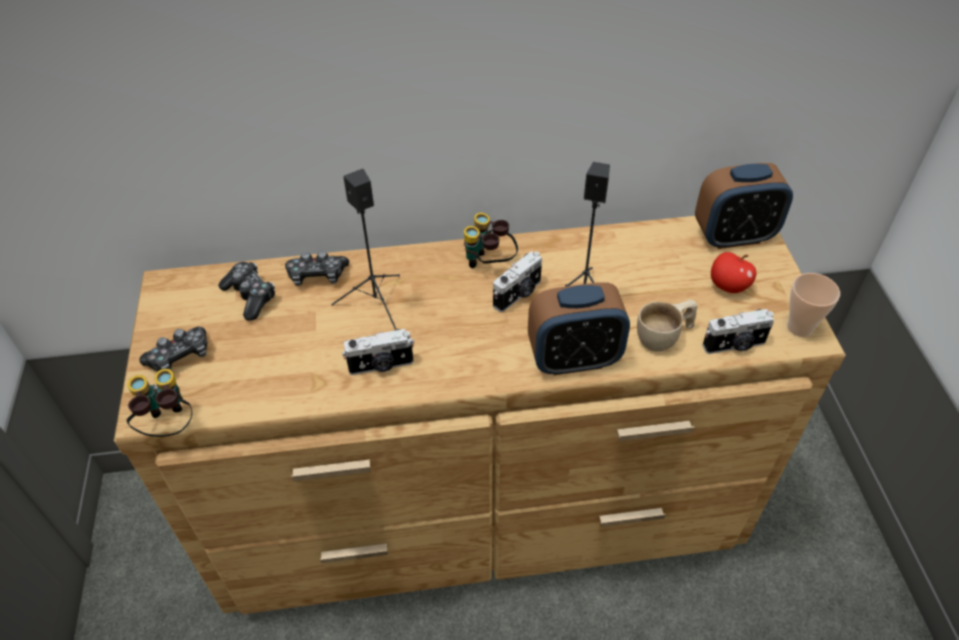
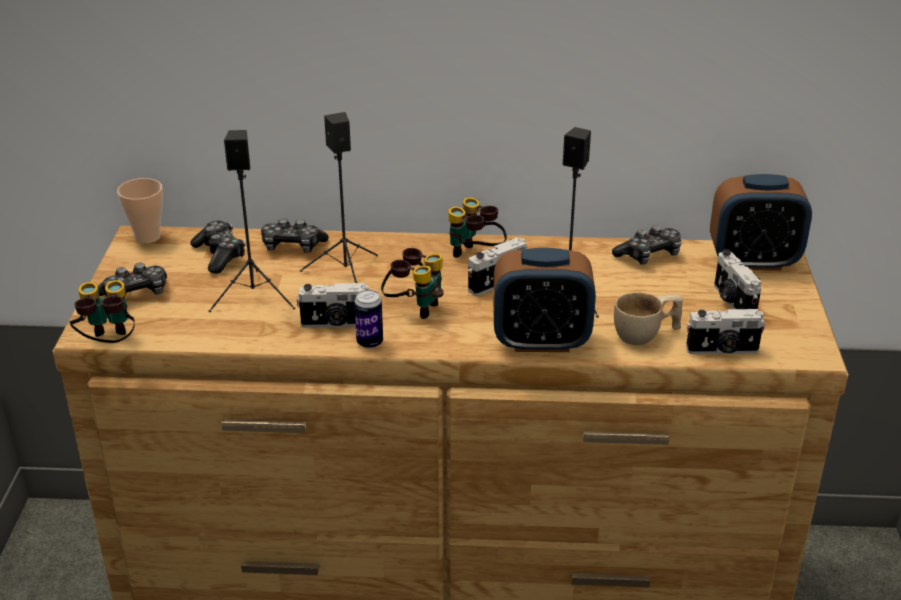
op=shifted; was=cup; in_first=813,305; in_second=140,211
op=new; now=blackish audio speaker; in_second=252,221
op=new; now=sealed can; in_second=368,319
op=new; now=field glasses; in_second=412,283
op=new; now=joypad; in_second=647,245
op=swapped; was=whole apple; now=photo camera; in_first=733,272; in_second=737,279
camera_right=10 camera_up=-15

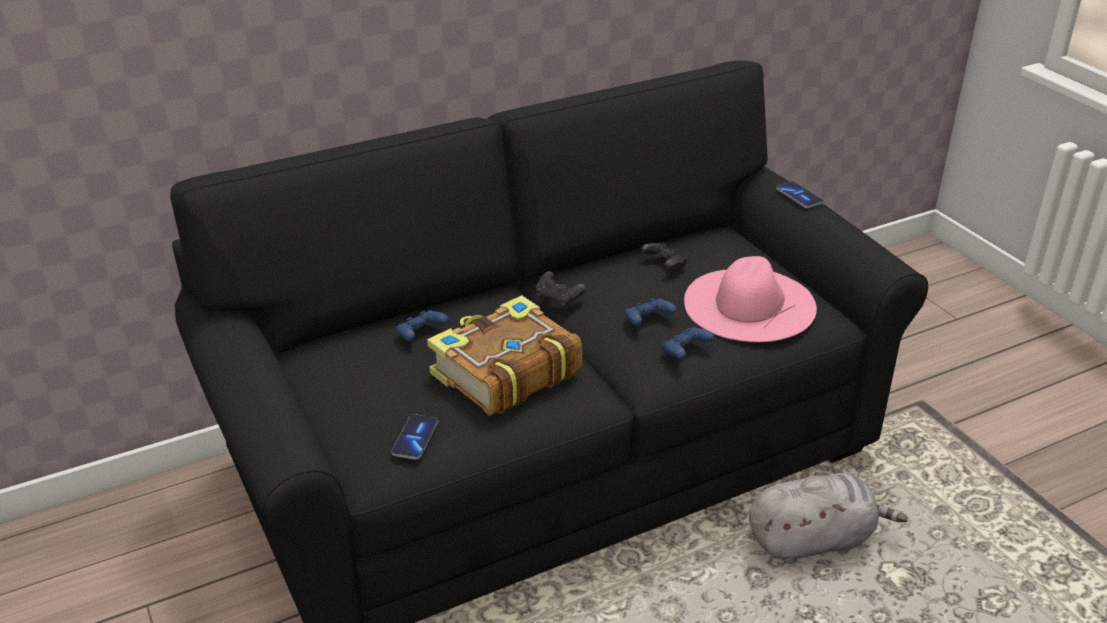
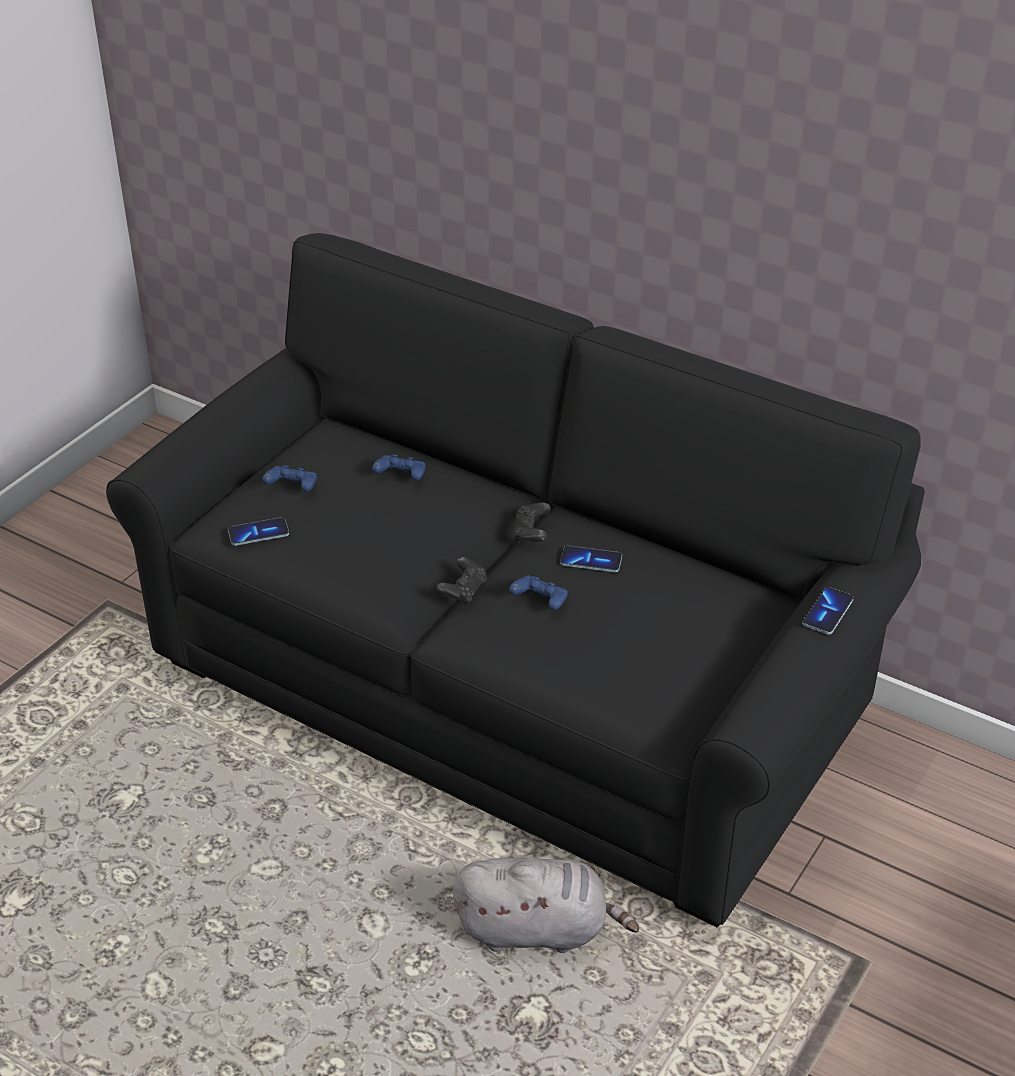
op=shifted; was=blue-coloured joypad; in_first=688,343; in_second=289,478
op=shifted; was=blackish joypad; in_first=664,256; in_second=461,581
op=rotated; was=gray plush toy; in_first=828,518; in_second=546,905; clockwise=-45
op=new; now=handset; in_second=591,559
op=gone; was=volume; in_first=504,355
op=gone; was=pink-coloured wearable hat; in_first=750,299
camera_right=60 camera_up=5

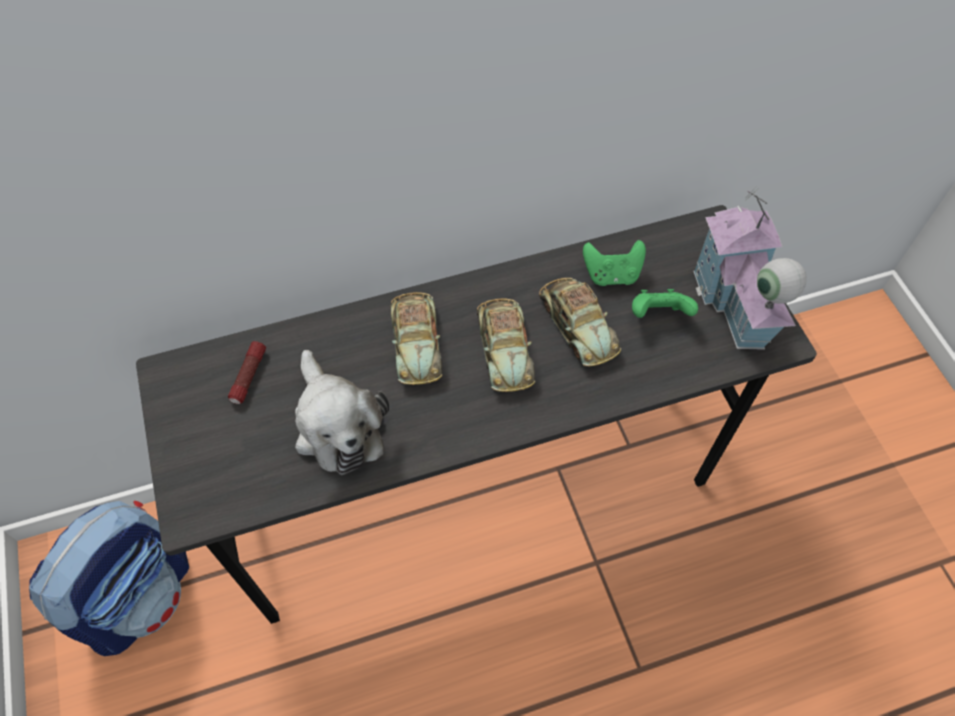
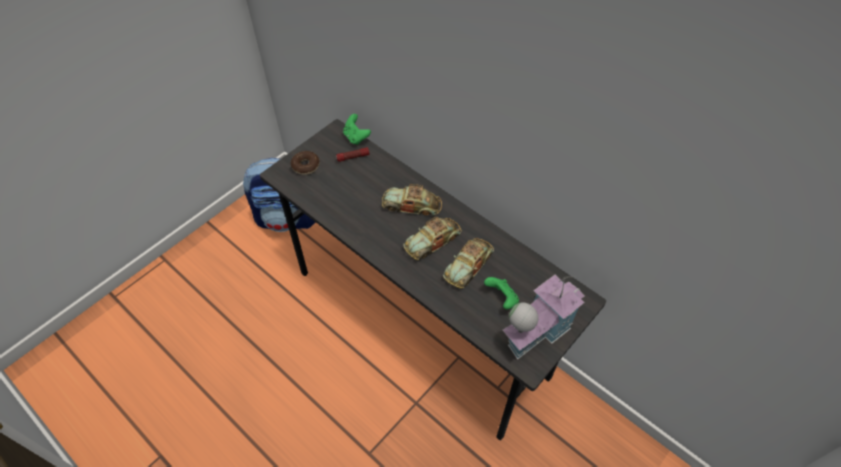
op=new; now=ring doughnut; in_second=305,163
op=shifted; was=greenish joypad; in_first=614,263; in_second=357,129
op=rotated; was=miniature car; in_first=416,338; in_second=412,200; clockwise=45
op=gone; was=plush toy; in_first=342,412
camera_right=60 camera_up=-5

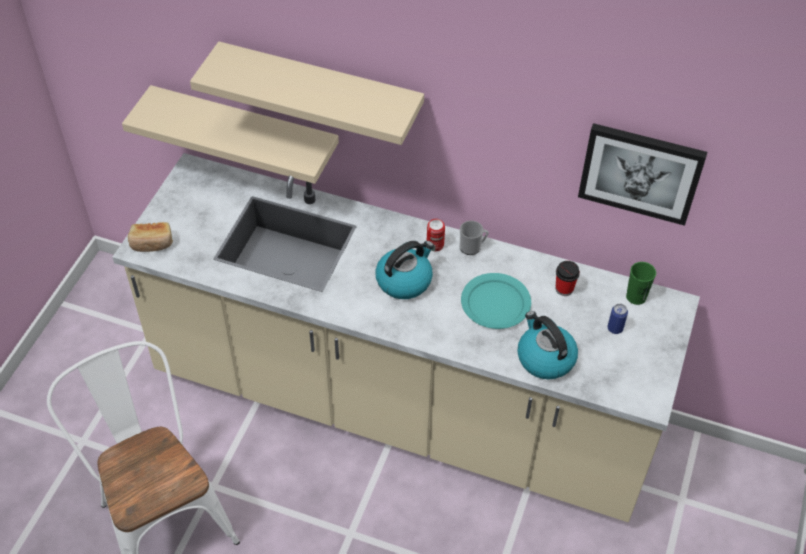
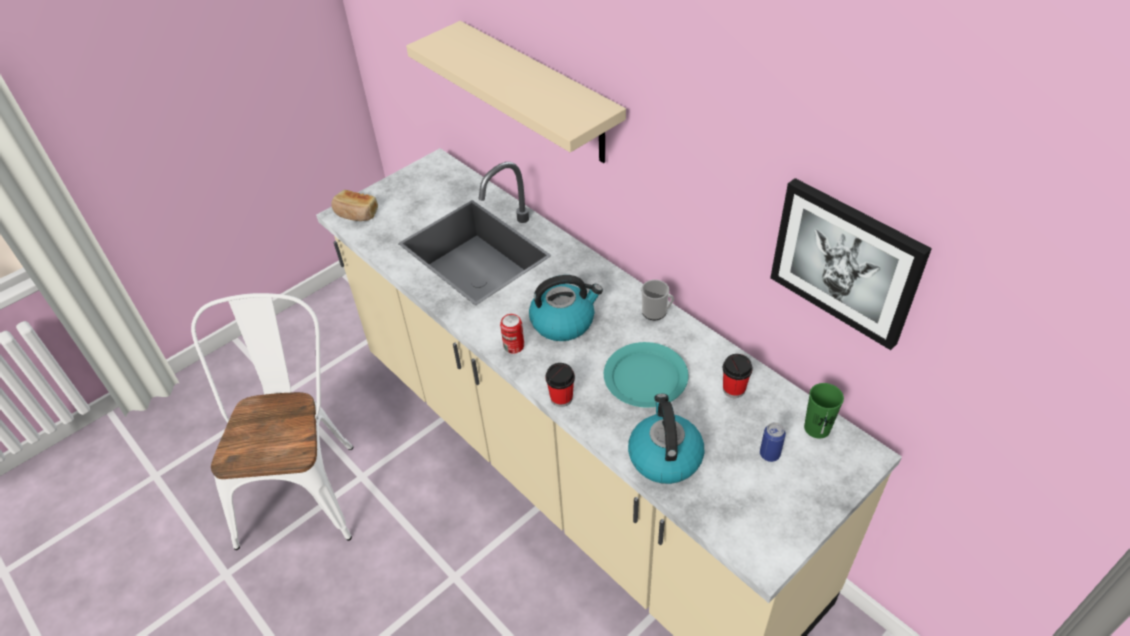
op=shifted; was=sealed can; in_first=436,235; in_second=512,334
op=new; now=cup; in_second=560,385
op=gone; was=beige-coloured shelf; in_first=230,134
camera_right=30 camera_up=-5

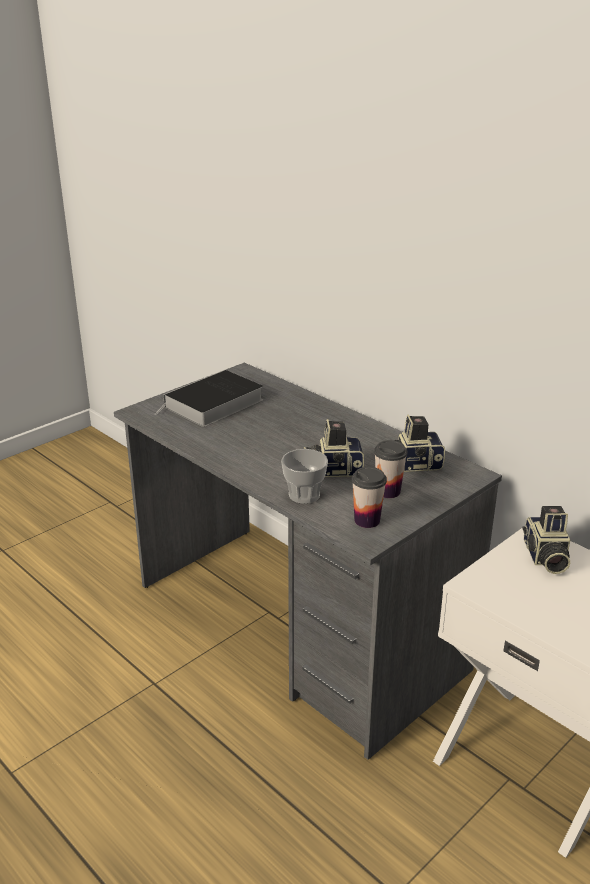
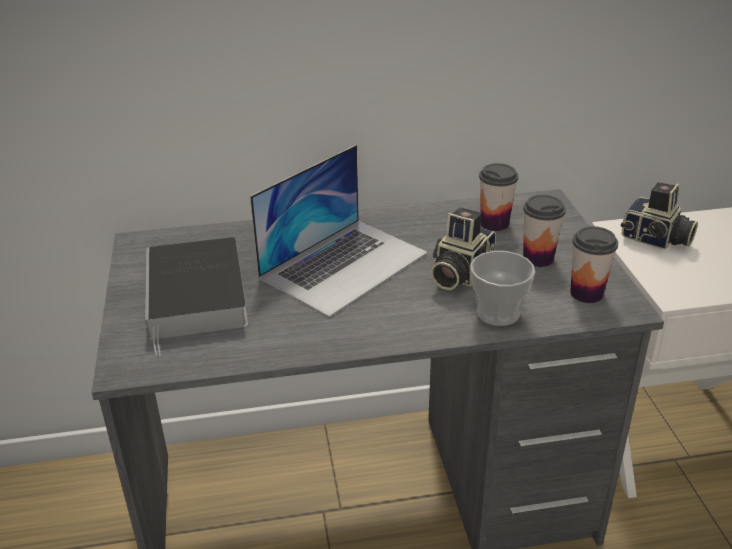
op=new; now=notebook computer; in_second=339,231
op=swapped; was=photo camera; now=cup; in_first=419,443; in_second=498,197
camera_right=-55 camera_up=5

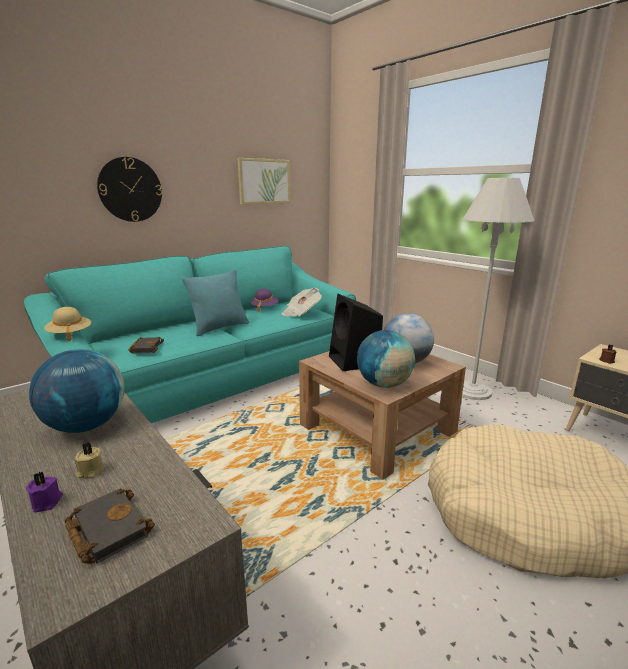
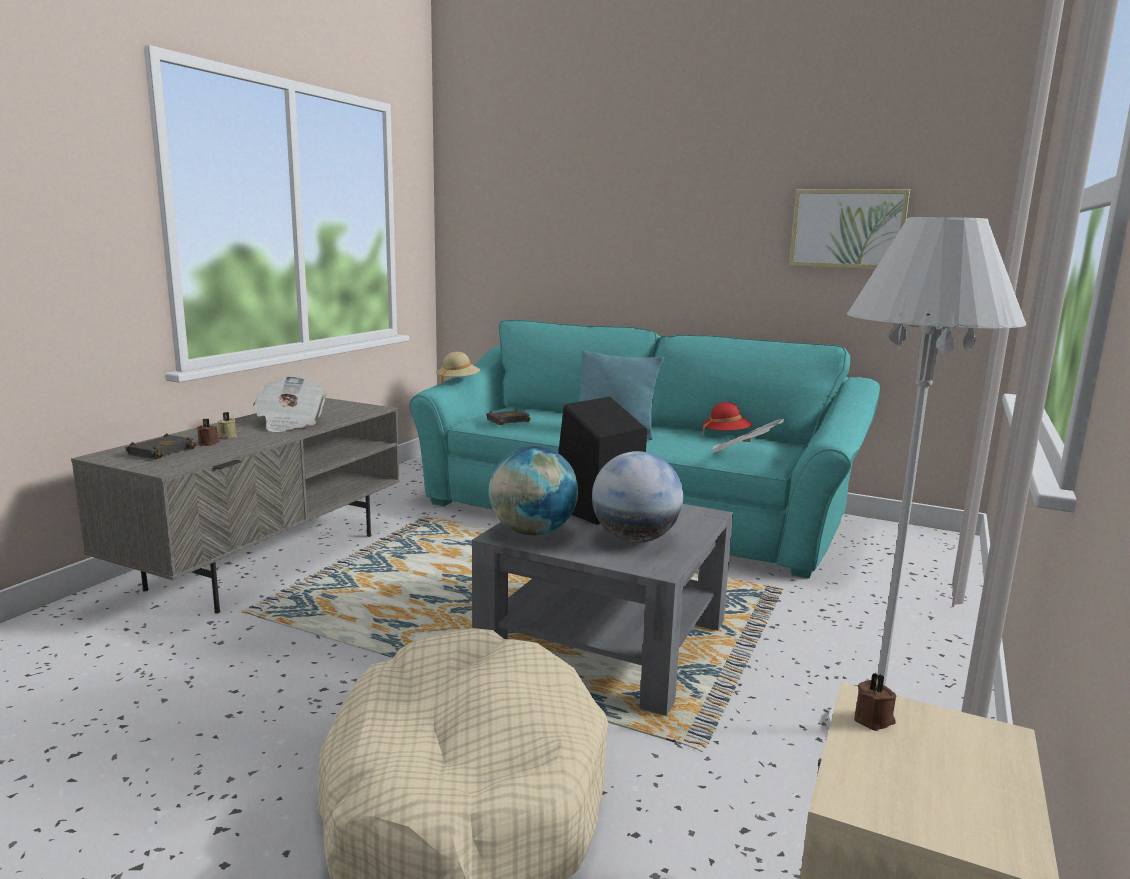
op=new; now=brown candle; in_second=208,432
op=swapped; was=globe; now=printed paper; in_first=77,391; in_second=290,404
op=repainted; was=brown coffee table; now=gray coffee table; in_first=382,415; in_second=602,610
op=repainted; was=purplish wearable hat; now=red wearable hat; in_first=264,300; in_second=728,418
op=gone; was=purplish candle; in_first=44,492
op=gone; was=wall clock; in_first=129,189
camera_right=65 camera_up=-5

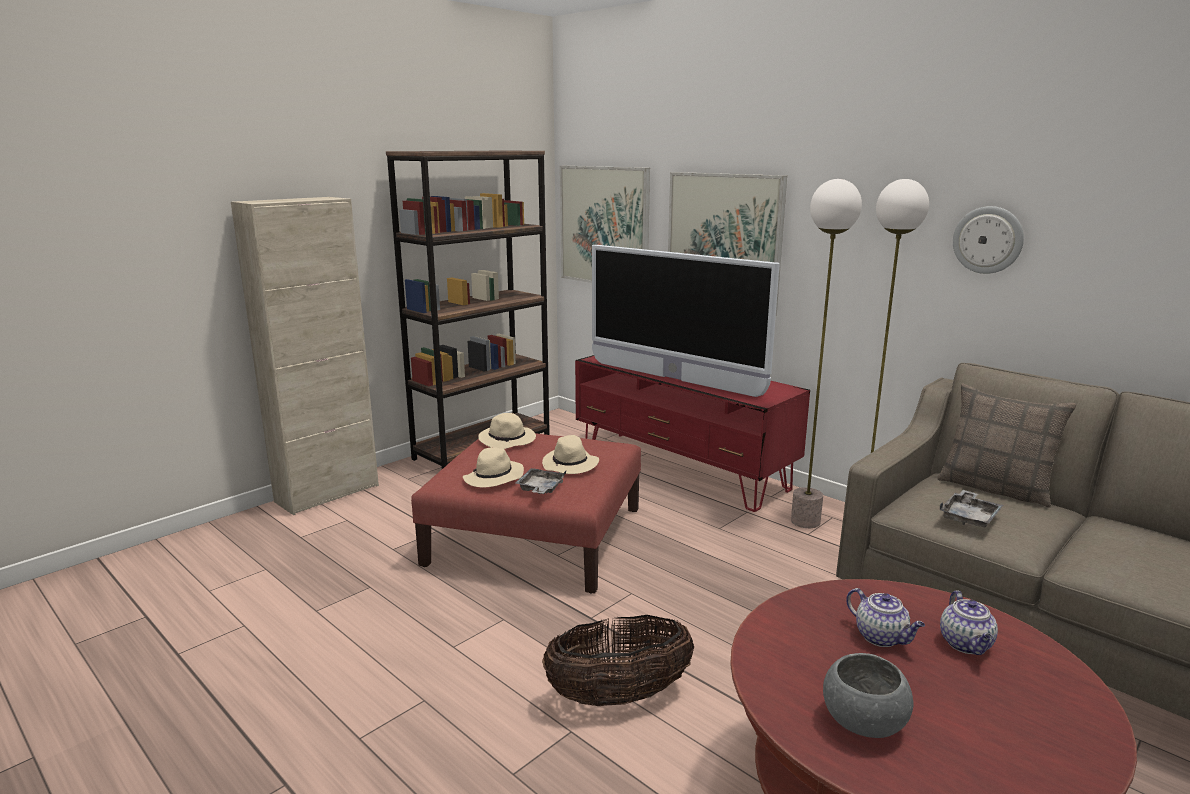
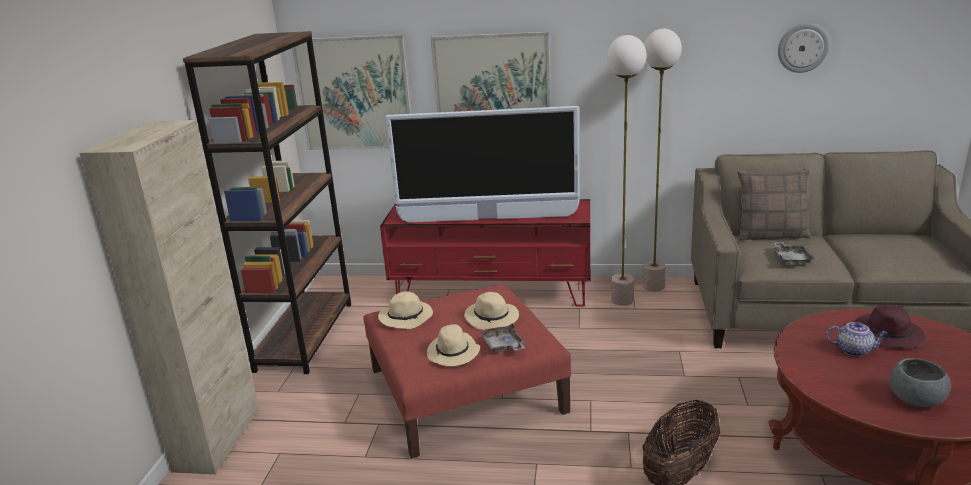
op=shifted; was=wall clock; in_first=988,240; in_second=804,48
op=swapped; was=pot for tea; now=purplish wearable hat; in_first=969,622; in_second=890,326
camera_right=-35 camera_up=5

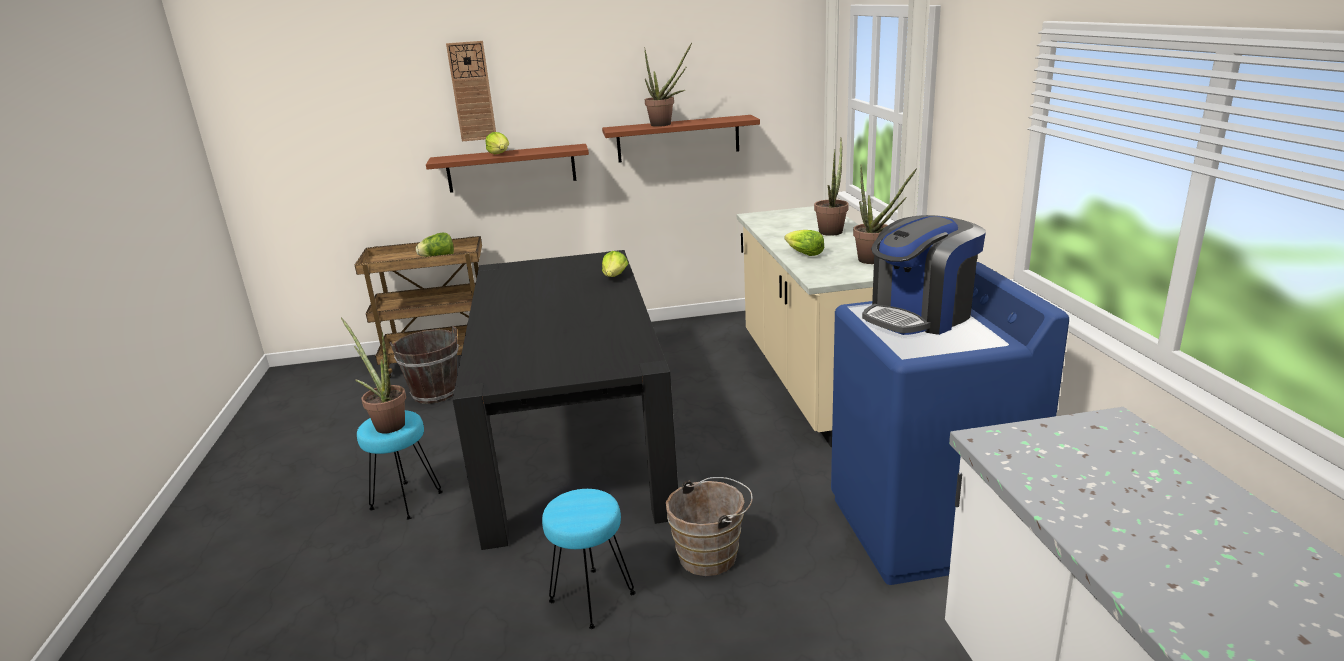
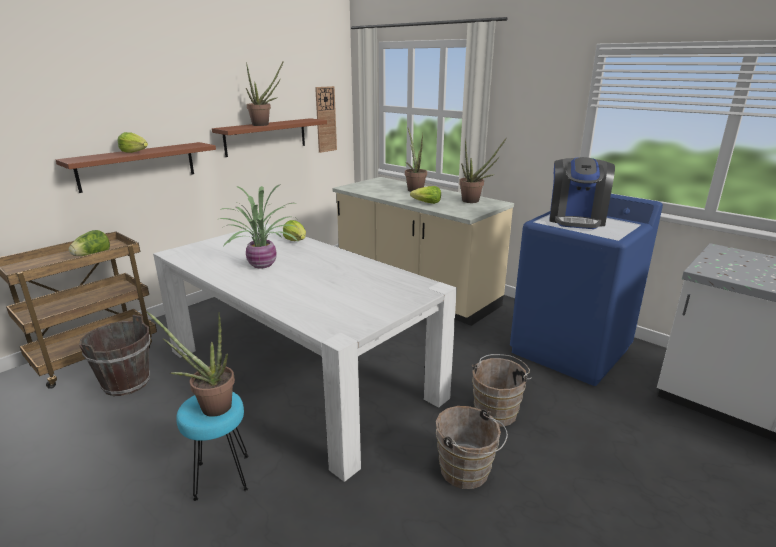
op=repainted; was=blackish dining table; now=whitish dining table; in_first=565,400; in_second=305,352
op=new; now=plant in a pot; in_second=259,226
op=shifted; was=wall clock; in_first=471,91; in_second=326,119
op=swapped; was=turquoise-coloured stool; now=brown pail; in_first=589,559; in_second=472,447
camera_right=-40 camera_up=0

